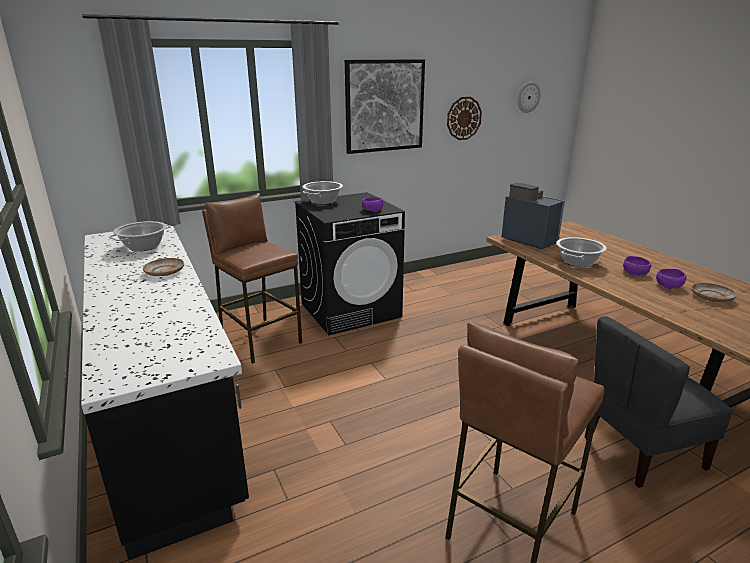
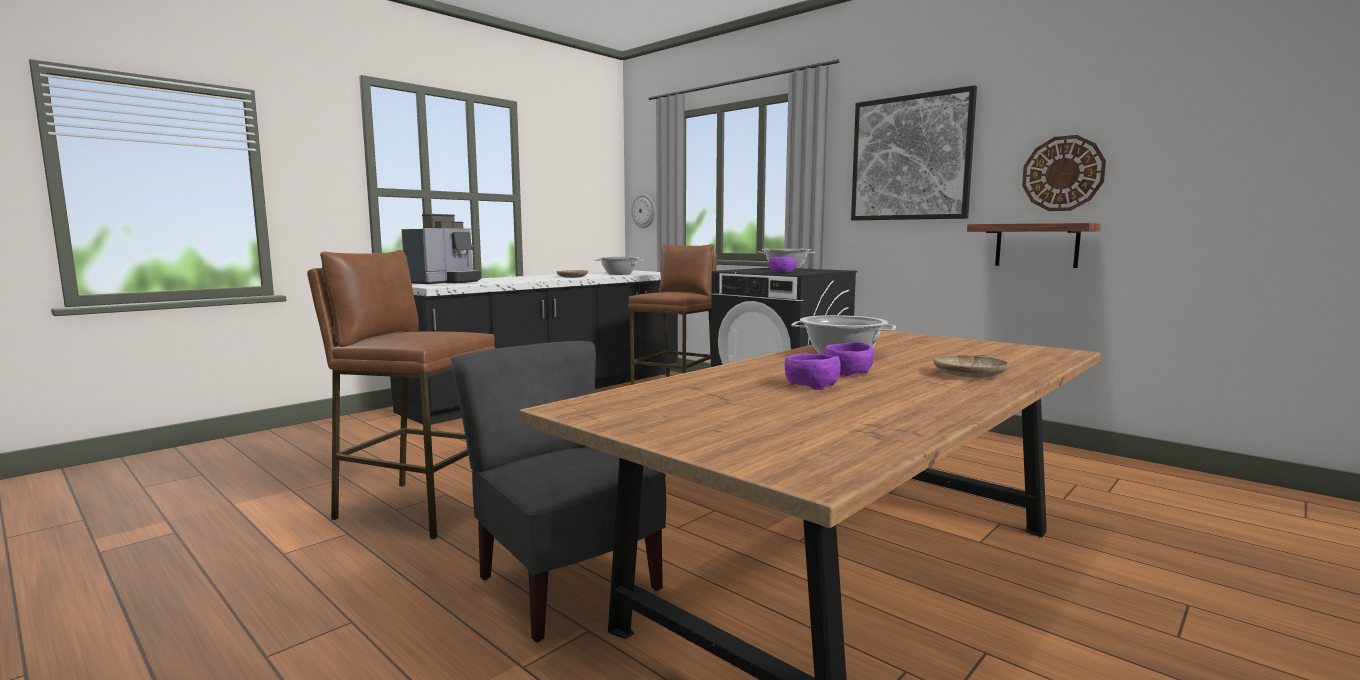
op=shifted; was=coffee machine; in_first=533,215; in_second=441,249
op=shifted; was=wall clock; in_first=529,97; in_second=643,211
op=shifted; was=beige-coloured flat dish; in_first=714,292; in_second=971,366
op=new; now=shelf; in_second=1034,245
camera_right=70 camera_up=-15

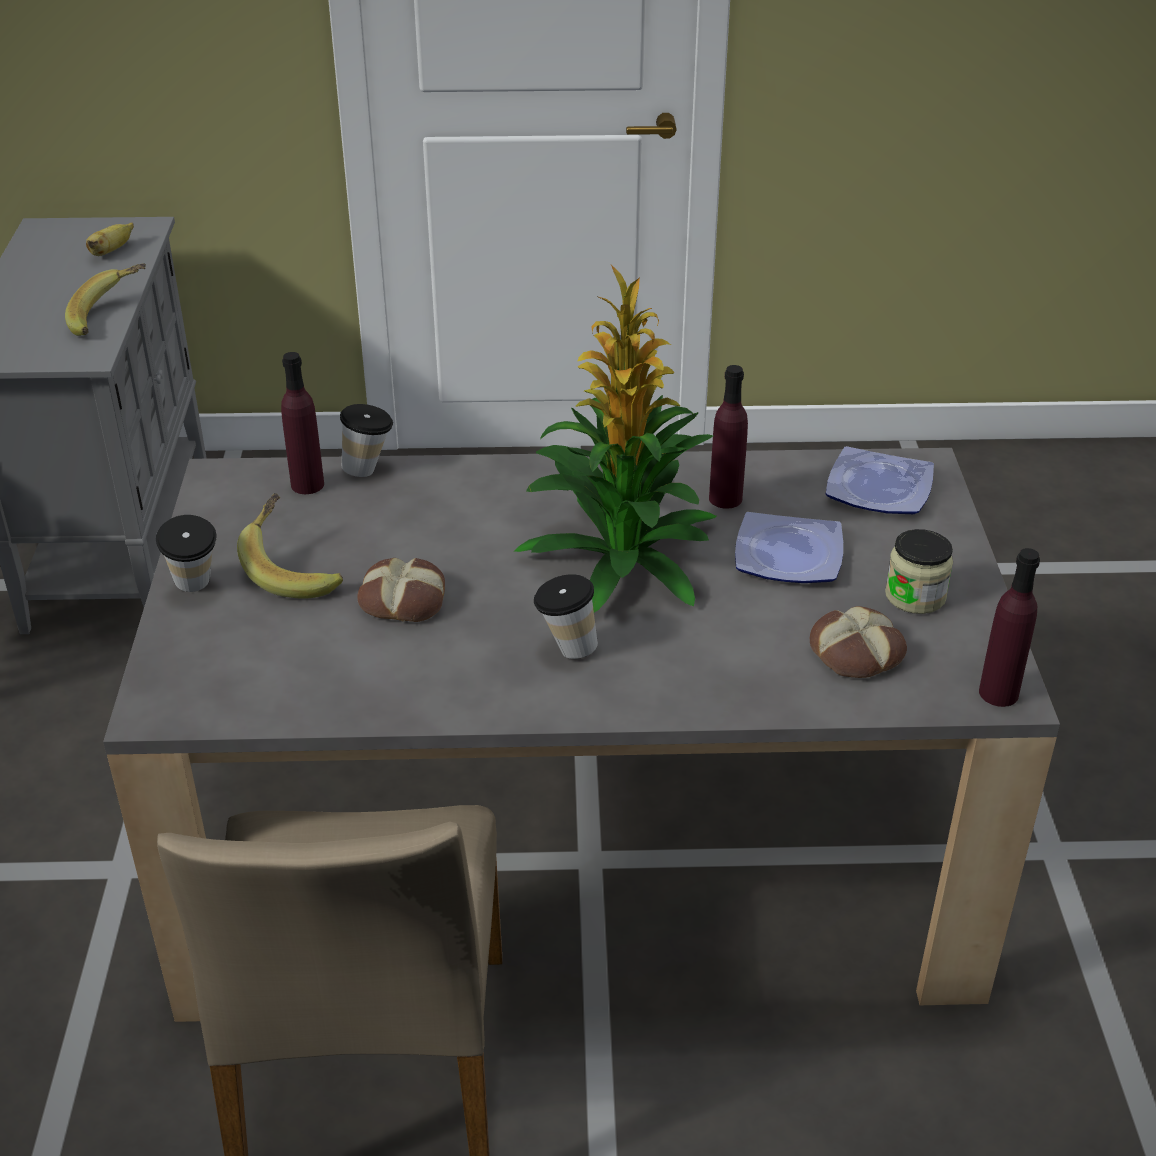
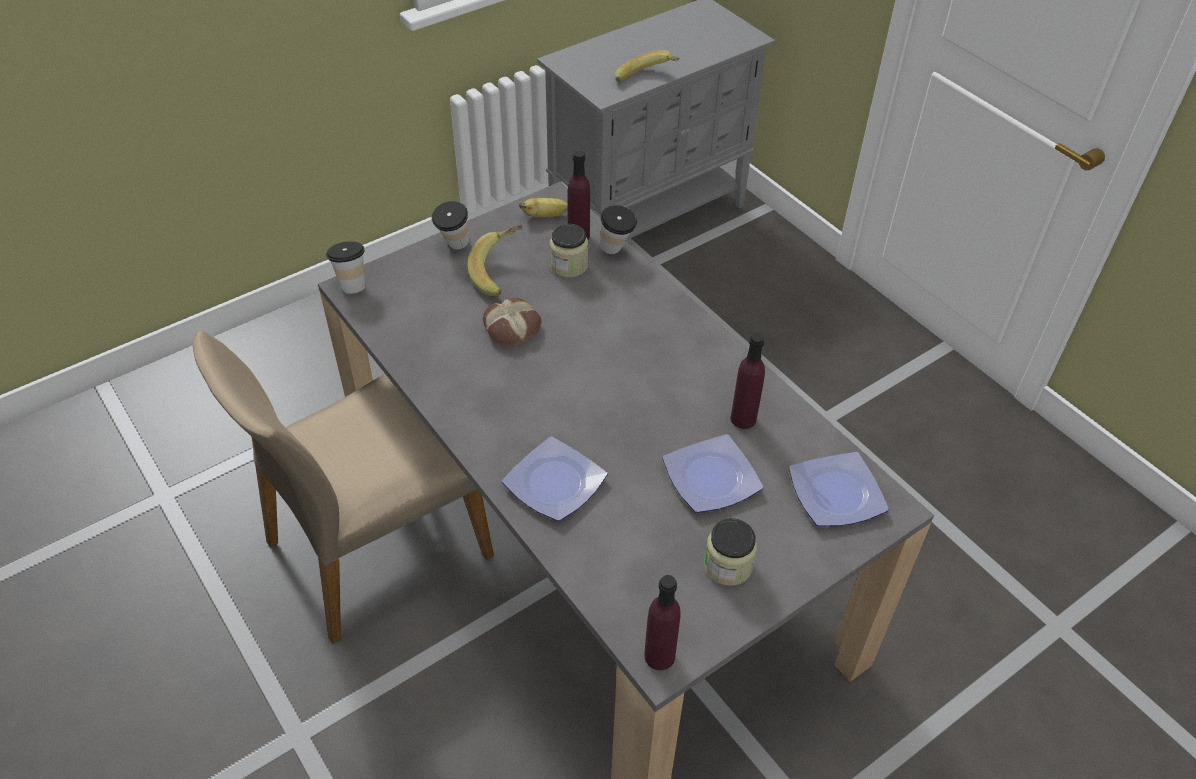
op=shifted; was=cup; in_first=566,616; in_second=345,267
op=new; now=flat dish; in_second=554,479
op=shifted; was=banana; in_first=110,239; in_second=543,207
op=new; now=storage jar; in_second=569,250
op=gone; was=plant in a pot; in_first=615,438
op=gone; was=bakery bread; in_first=858,642
camera_right=55 camera_up=10

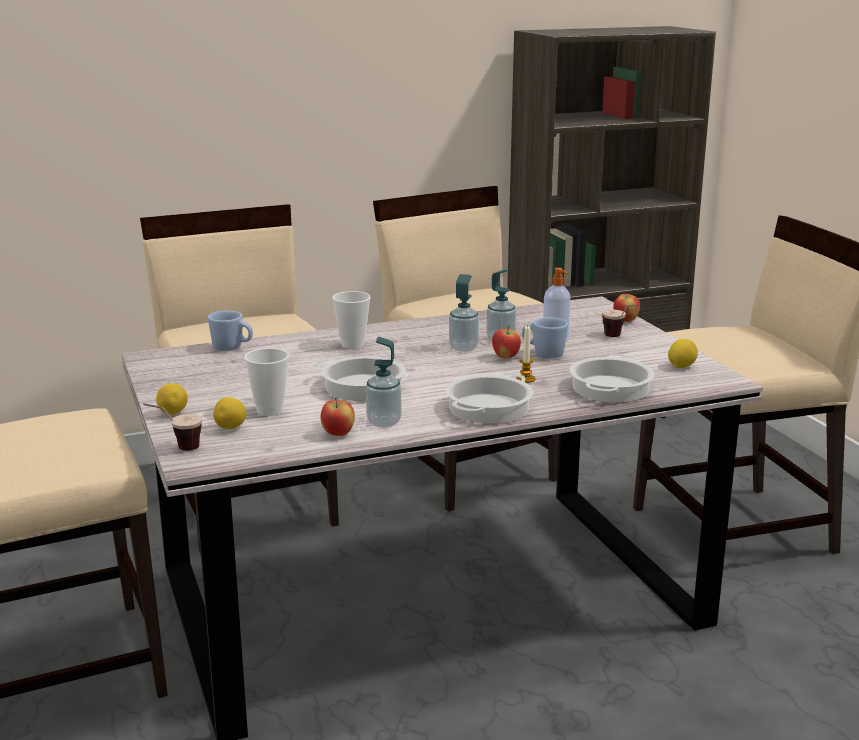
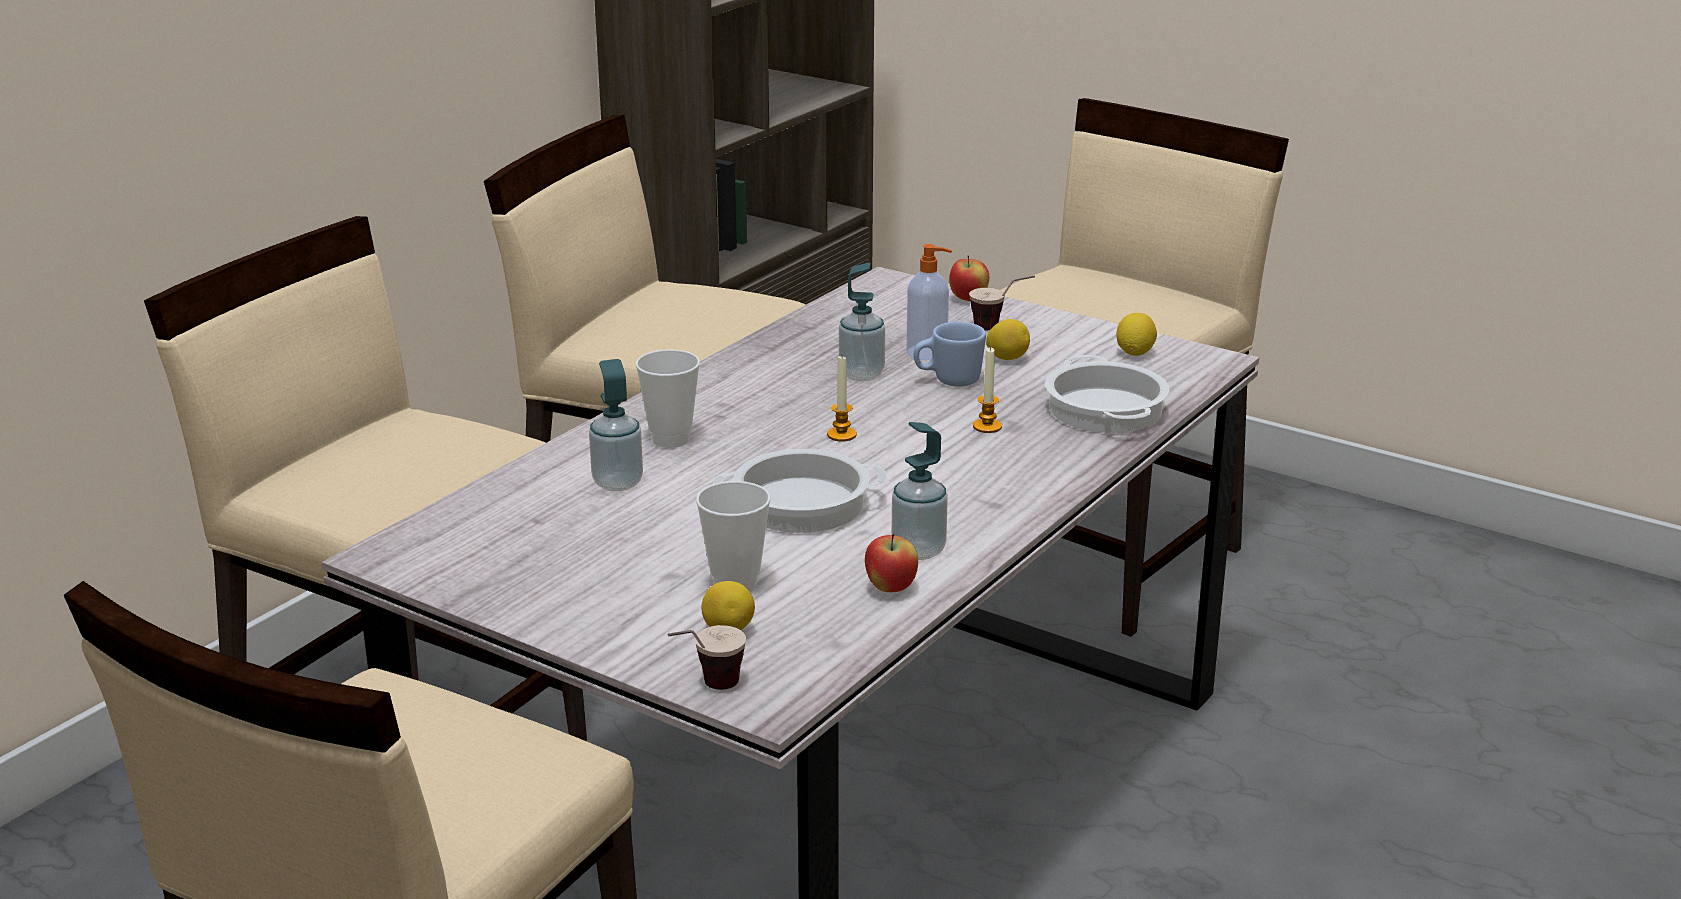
op=shifted; was=liquid soap bottle; in_first=464,313; in_second=616,425
op=new; now=candle; in_second=842,399
op=shifted; was=whole lemon; in_first=172,399; in_second=1008,339
op=gone; was=blue-coloured tea mug; in_first=230,331
op=gone; was=saucepot; in_first=489,398
op=gone; was=whole apple; in_first=506,342
camera_right=-35 camera_up=5

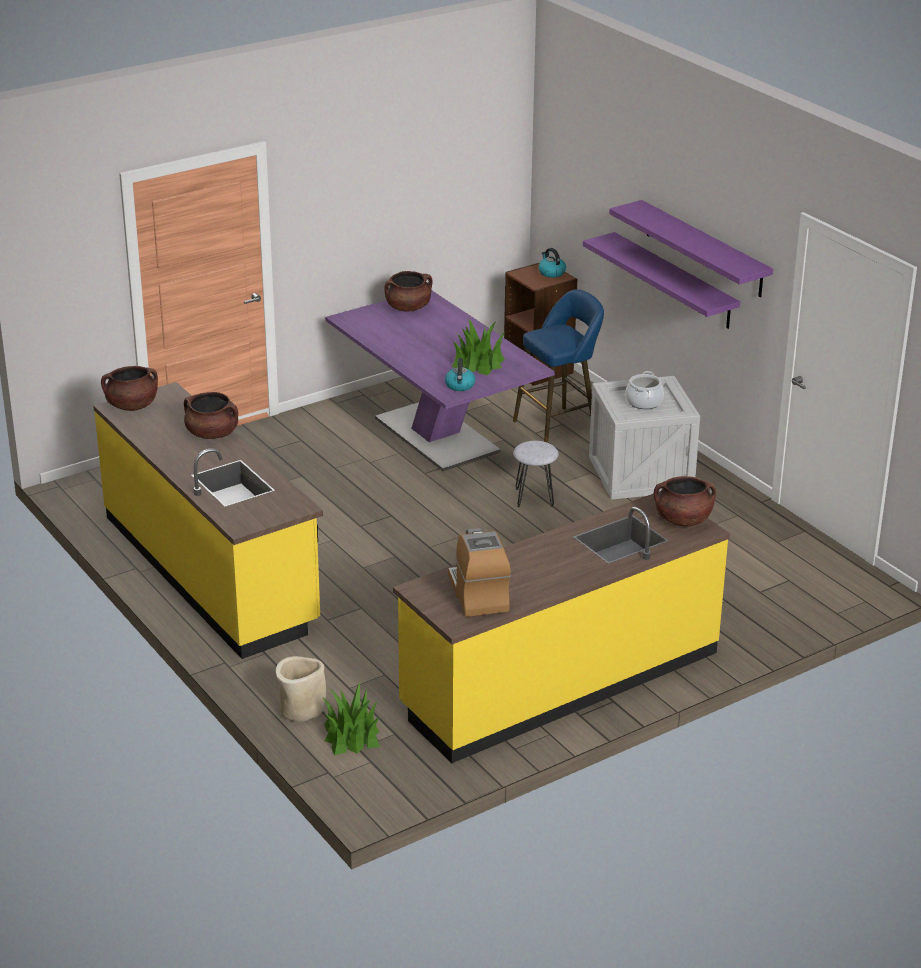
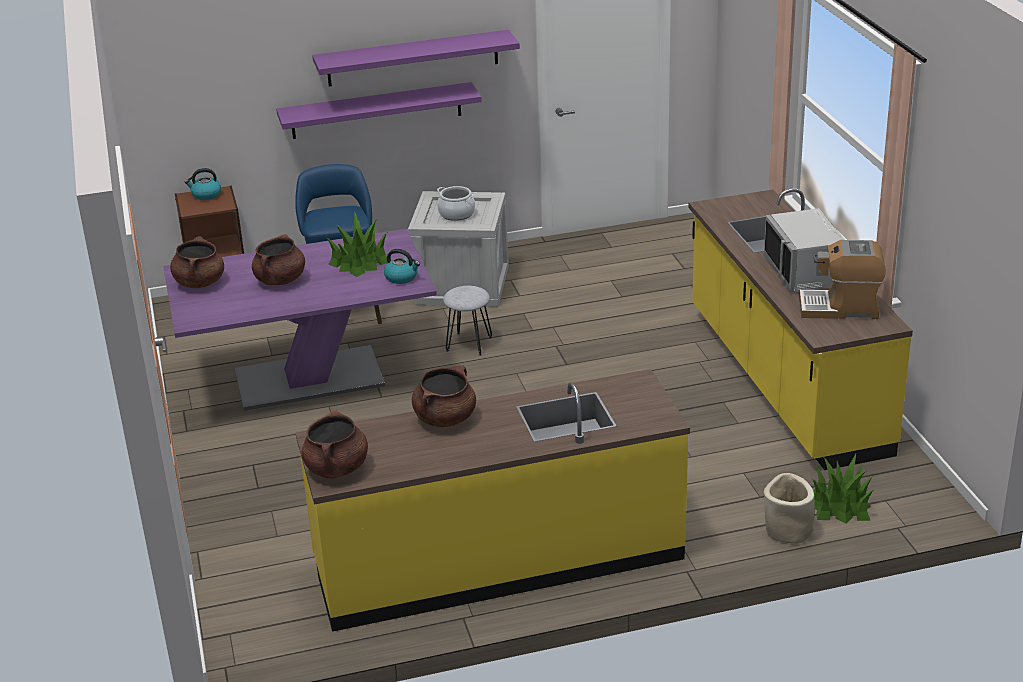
op=shifted; was=brown saucepot; in_first=685,501; in_second=278,259
op=new; now=gray microwave; in_second=804,250
camera_right=-70 camera_up=0

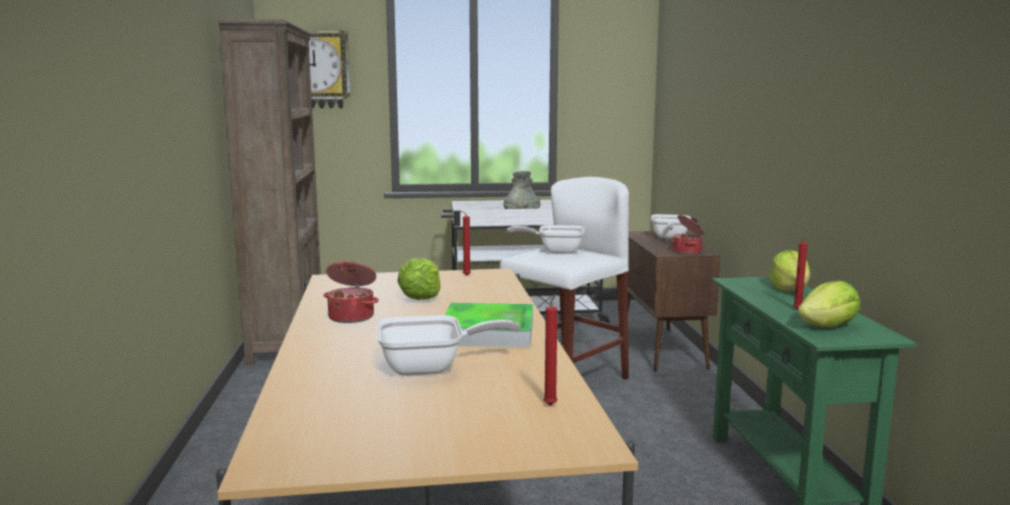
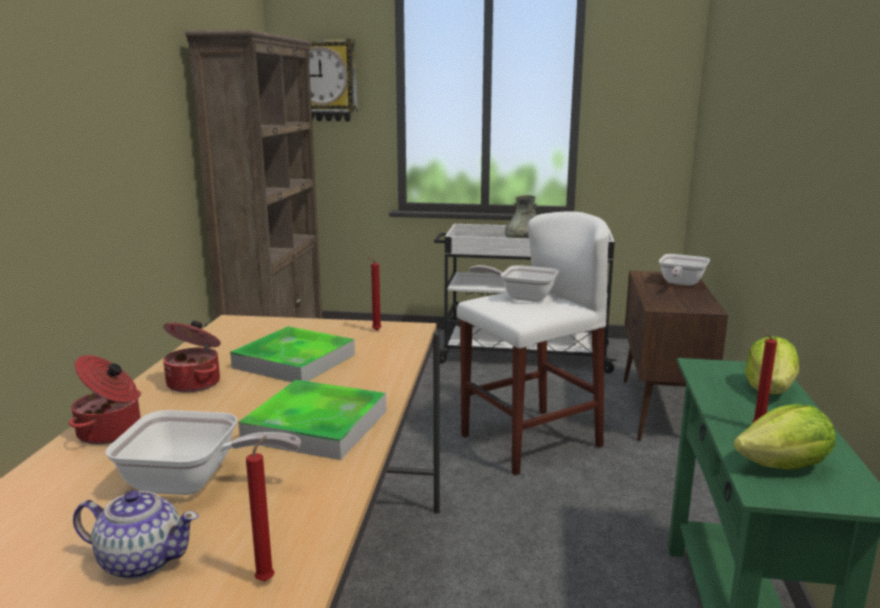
op=shifted; was=saucepot; in_first=688,235; in_second=105,400
op=new; now=pot for tea; in_second=135,534
op=swapped; was=head of lettuce; now=serving tray; in_first=419,279; in_second=292,354
camera_right=15 camera_up=5

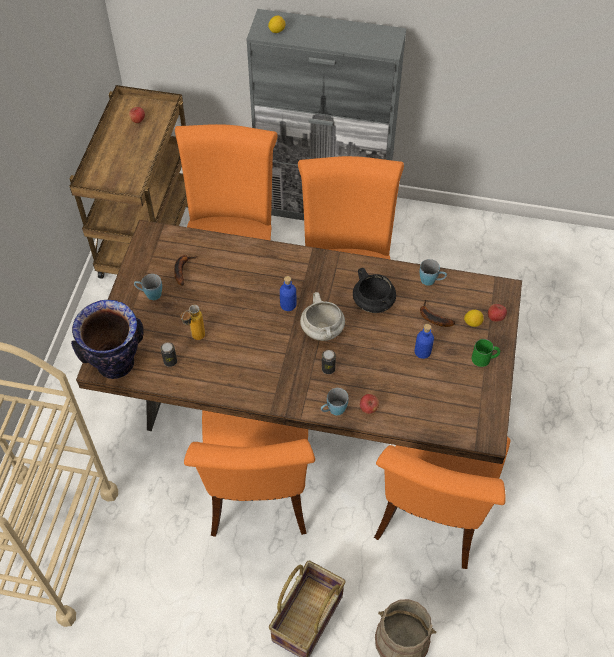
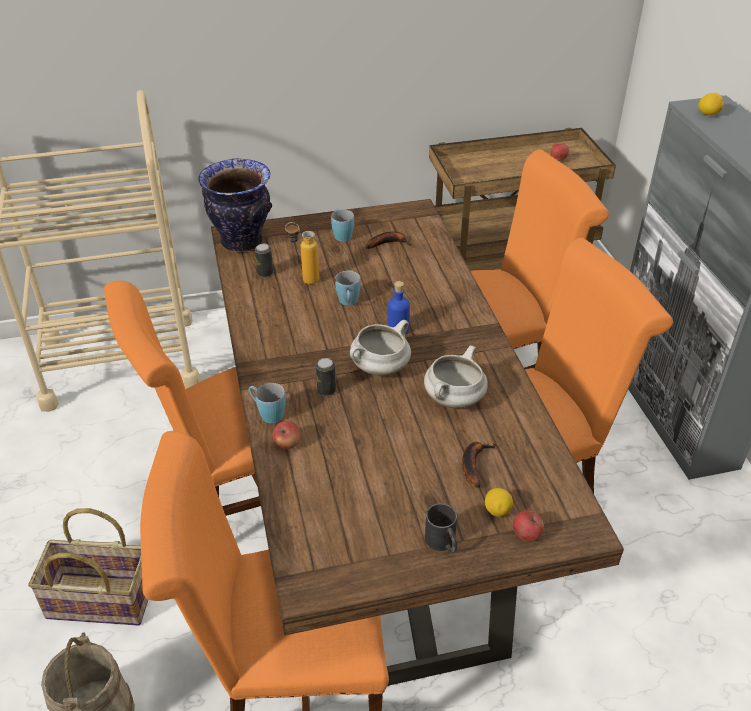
op=shifted; was=blue-coloured tea mug; in_first=433,272; in_second=348,288
op=repainted; was=blackish saucepot; now=whitish saucepot; in_first=374,290; in_second=456,376
op=repainted; was=greenish tea mug; now=blackish tea mug; in_first=486,353; in_second=441,528
op=gone; was=blue-coloured bottle; in_first=424,341
camera_right=65 camera_up=-15

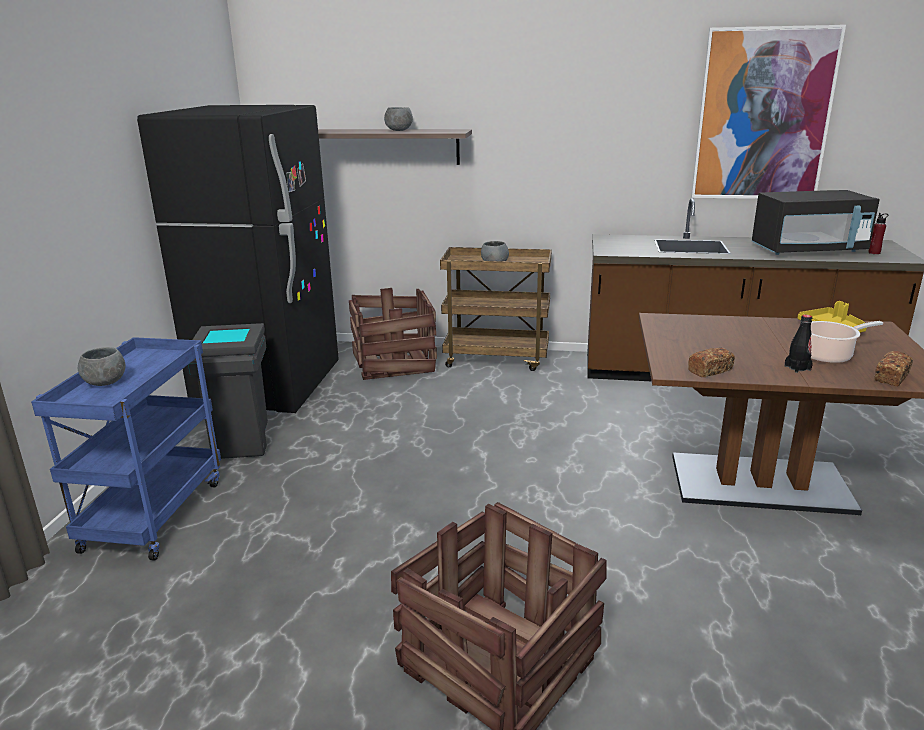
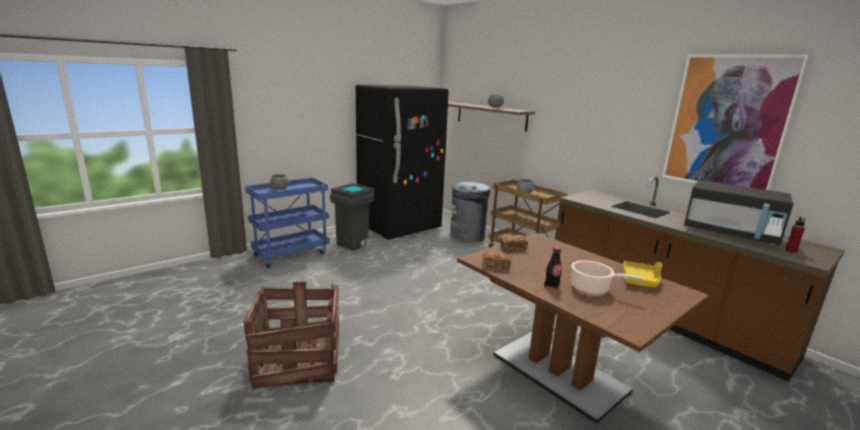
op=swapped; was=crate; now=gray rubbish bin; in_first=393,334; in_second=470,212
op=shifted; was=bakery bread; in_first=894,369; in_second=514,243
camera_right=40 camera_up=-5

